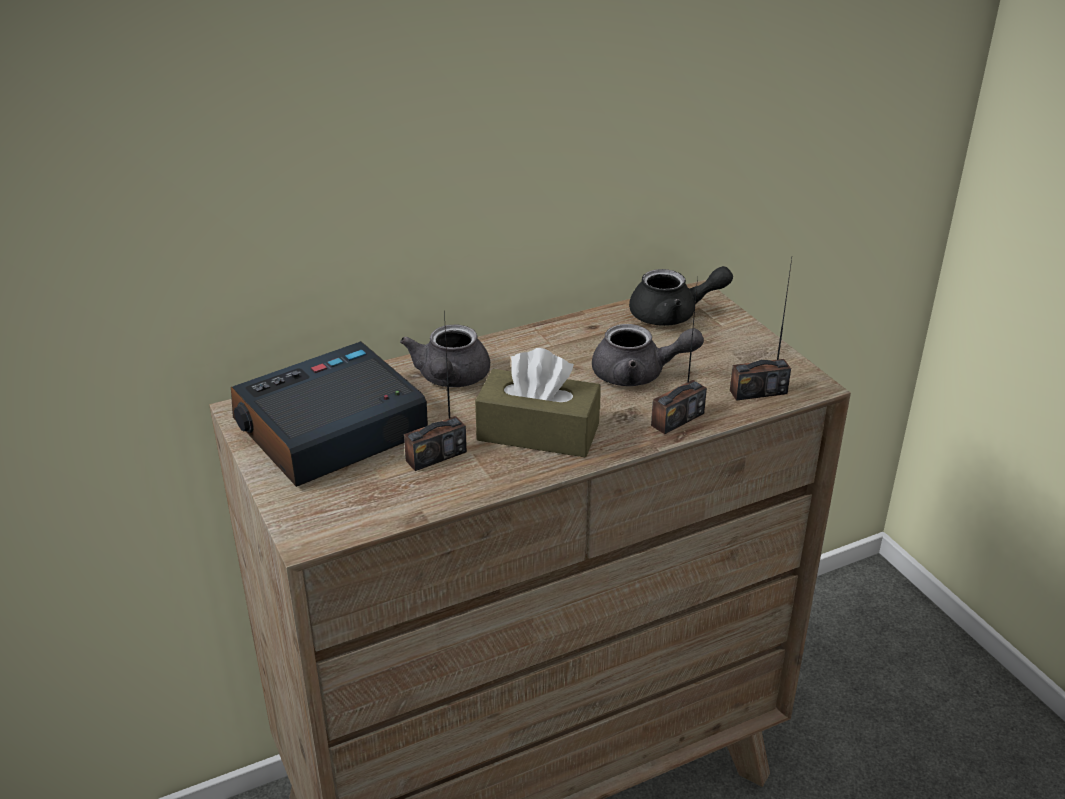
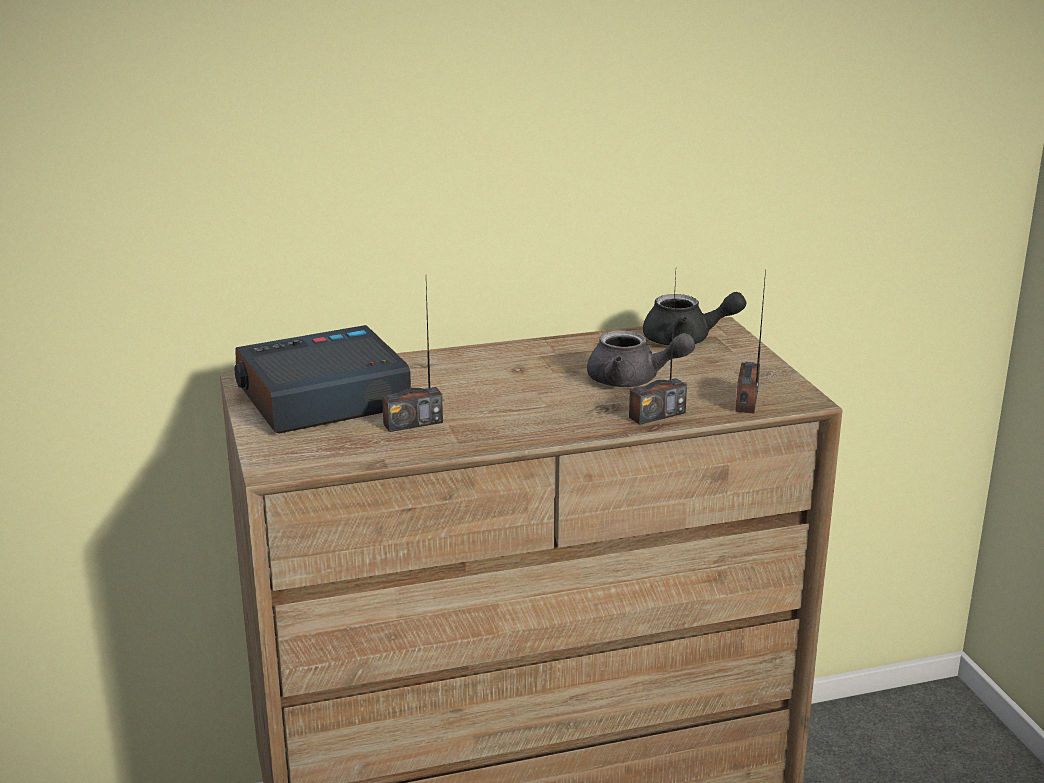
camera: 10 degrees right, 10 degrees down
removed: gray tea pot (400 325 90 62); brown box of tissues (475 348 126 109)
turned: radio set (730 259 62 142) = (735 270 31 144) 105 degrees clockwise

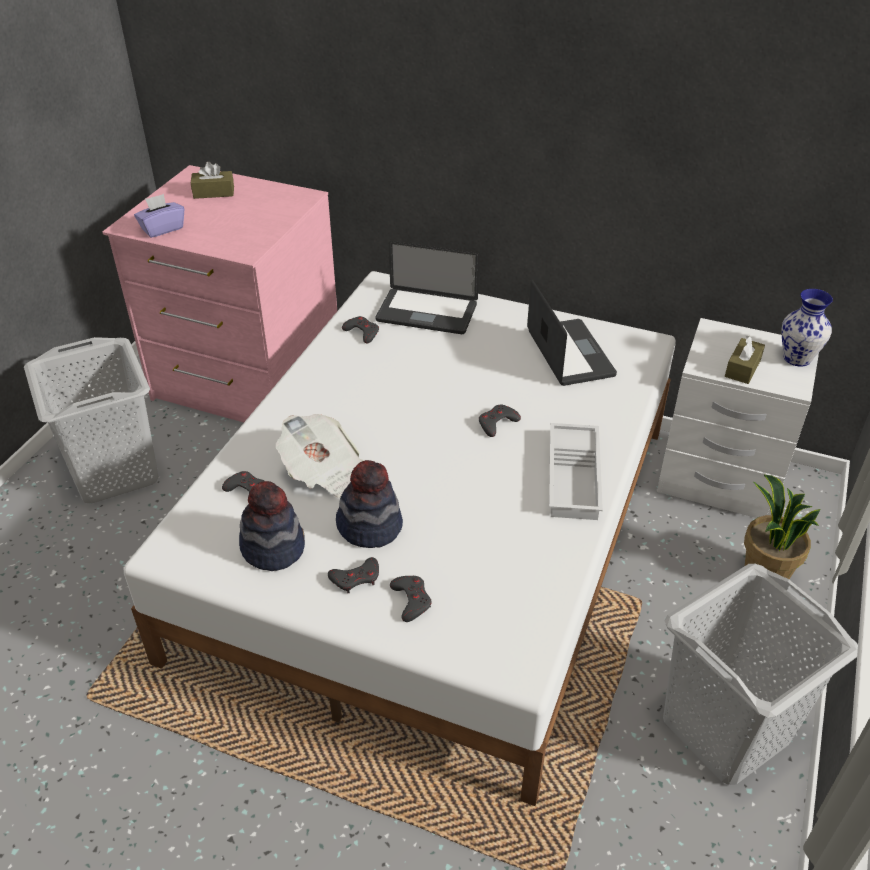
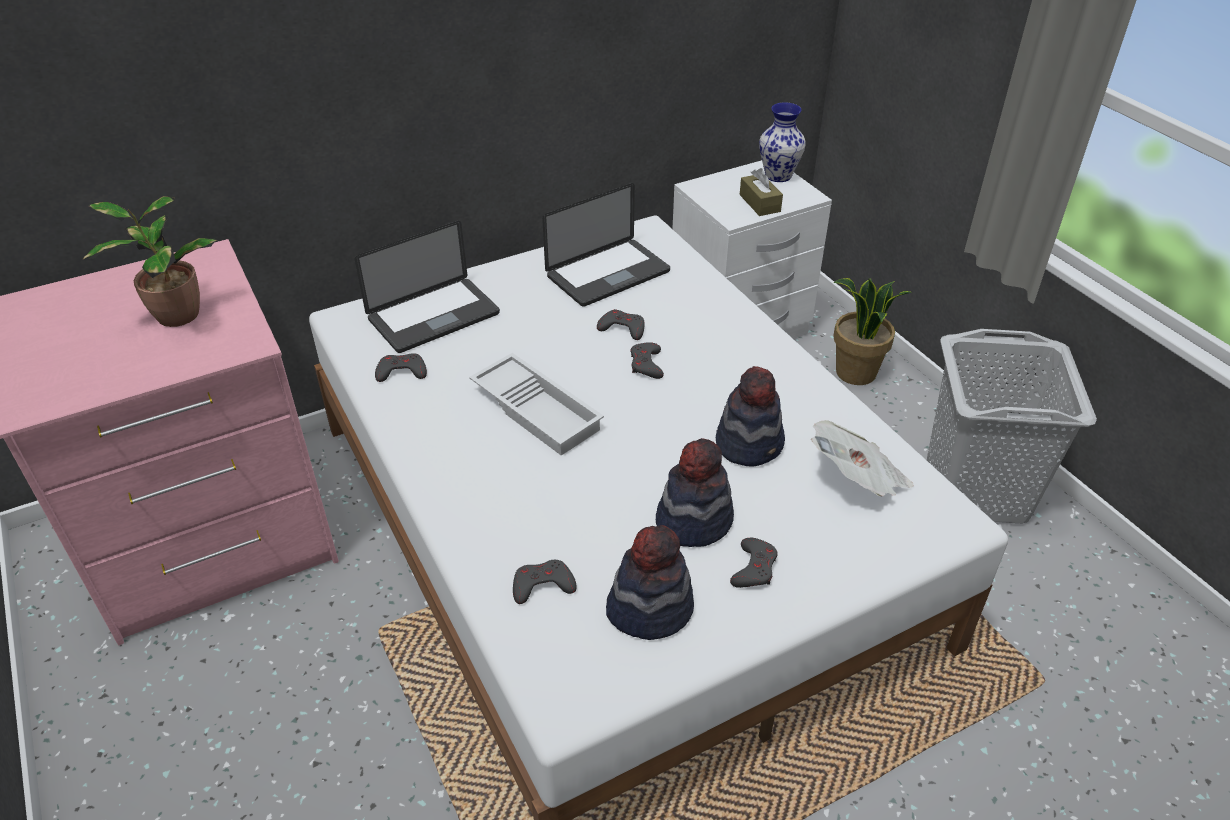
camera: 50 degrees left, 0 degrees up
removed: brown box of tissues (191 161 43 38); purple-coloured box of tissues (134 194 50 44); gray hamper (24 337 135 167)
added: plant in a pot (82 196 135 131); wearable hat (716 366 69 101)
moved: daily paper (276 414 88 84) to (811 420 103 77); whitish serving tray (549 423 54 97) to (469 353 135 103); gray game controller (390 576 41 46) to (597 309 48 31)
turned: portable computer (527 279 90 107) = (542 183 128 124) 120 degrees clockwise

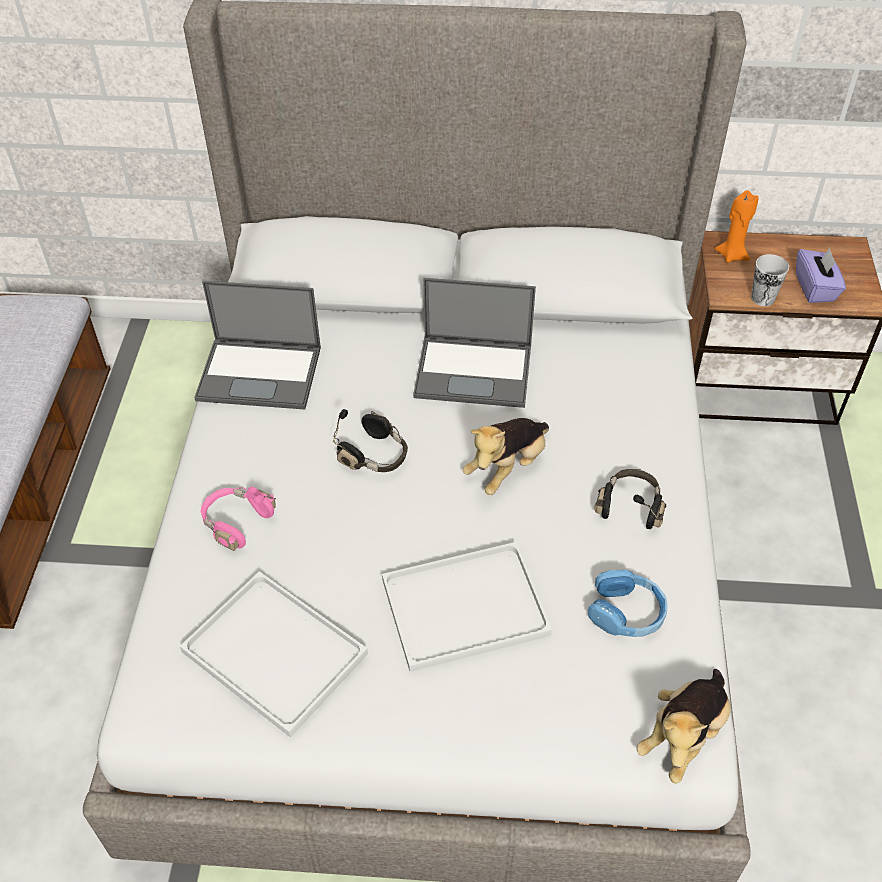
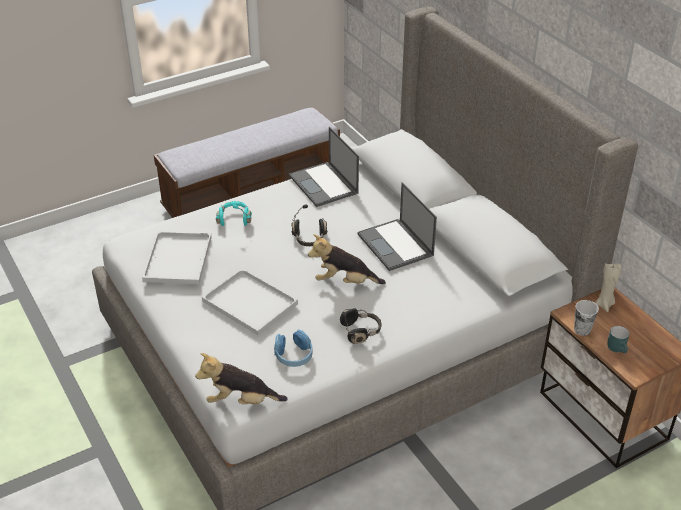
camera: 55 degrees right, 10 degrees down
replaced: purple-coloured box of tissues (796 248 50 55) to blue-green tea mug (607 326 22 27)
recoloured: orange-coloured wax light (715 190 44 73) to sand-coloured wax light (595 263 26 49); pink headset (200 487 76 64) to blue-green headset (216 201 36 25)

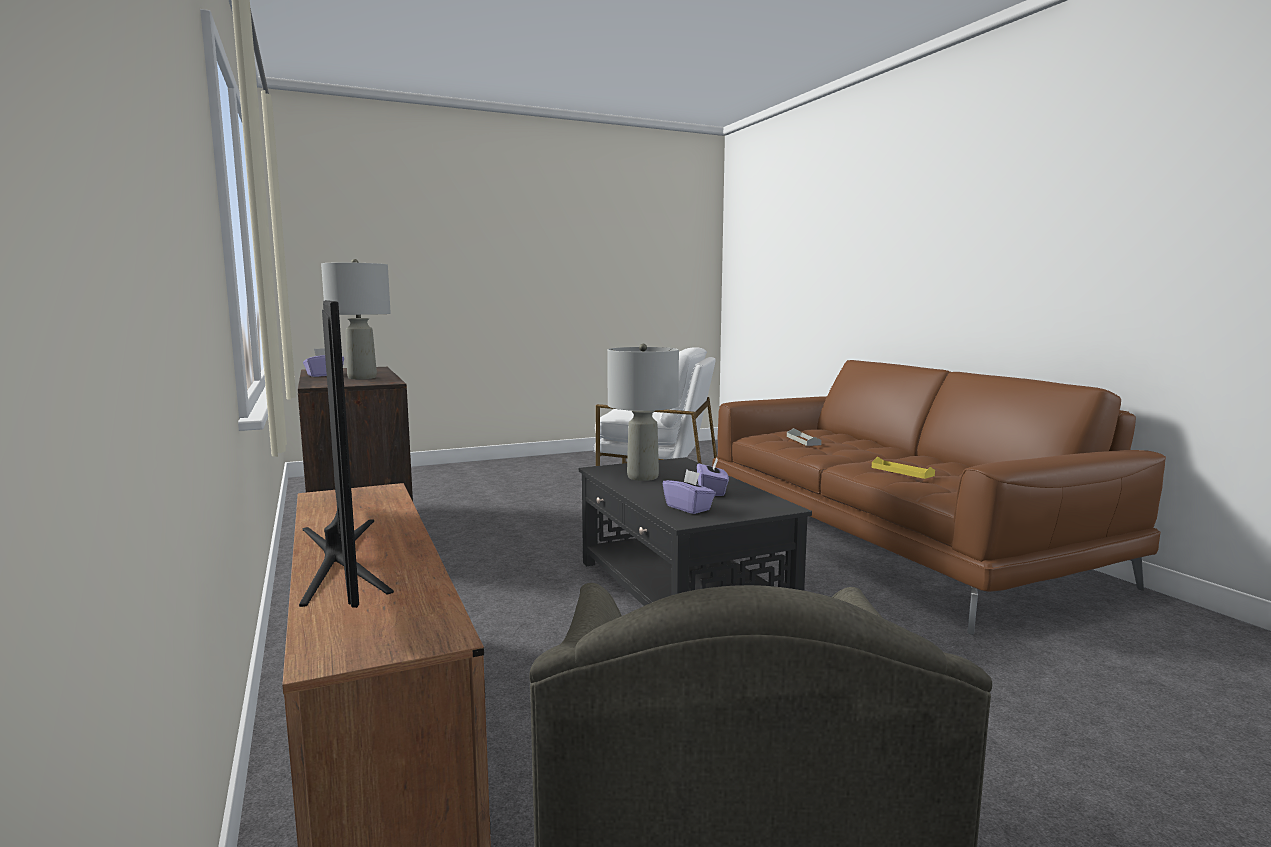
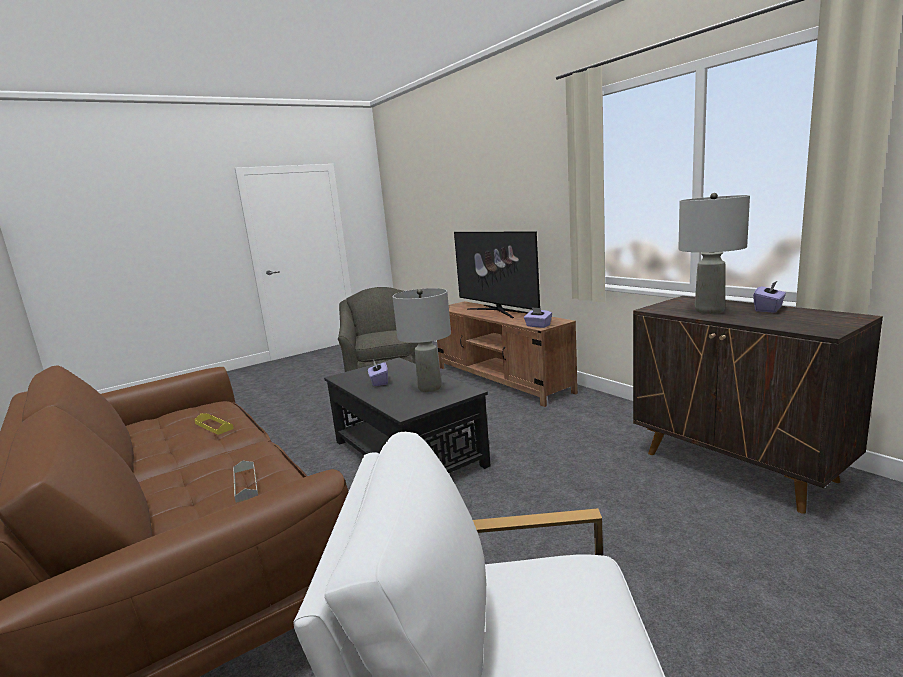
camera: 170 degrees right, 5 degrees up
moved: purple-coloured box of tissues (662 469 54 45) to (524 307 28 21)

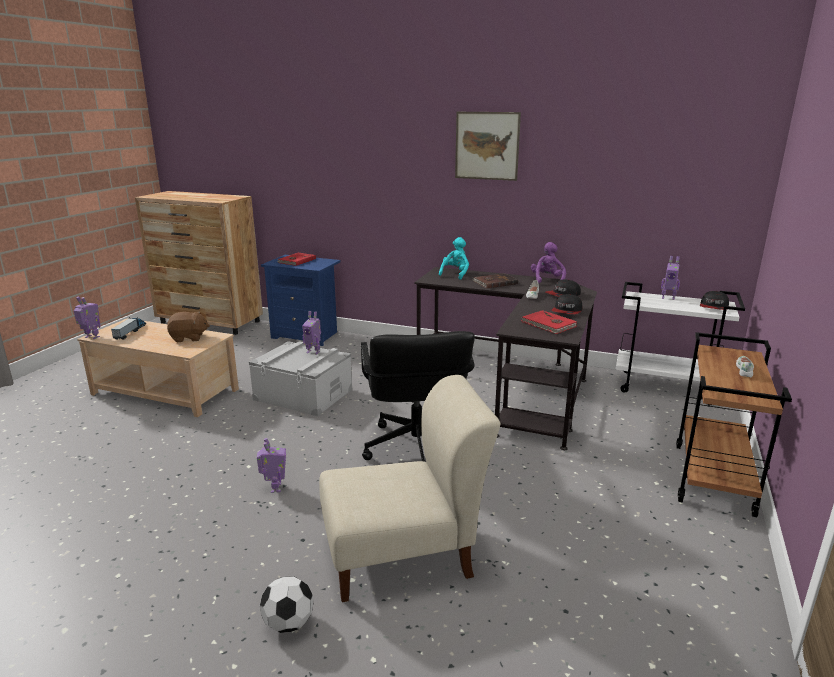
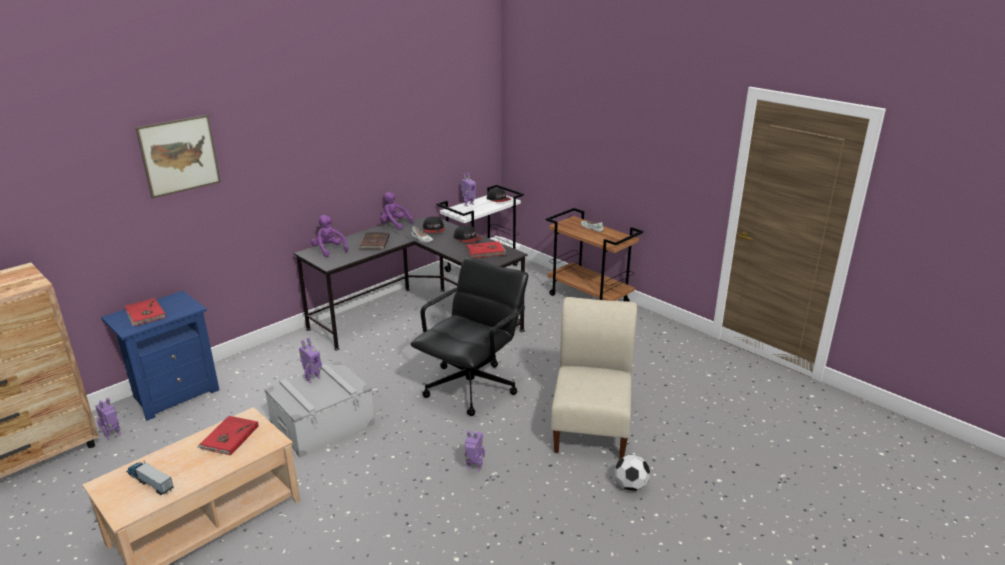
camera: 65 degrees left, 5 degrees up
moved: wall picture (455 112 66 69) to (135 115 86 84); robot figure (74 296 27 43) to (95 398 26 42)
replaced: brown cuddly toy (167 311 43 31) to reddish volume (198 416 61 40)
recoloured: blue-green cuddly toy (439 237 30 43) to purple-coloured cuddly toy (311 215 37 42)
turned: blackish desk chair (361 331 114 131) = (411 256 117 160) 75 degrees counterclockwise

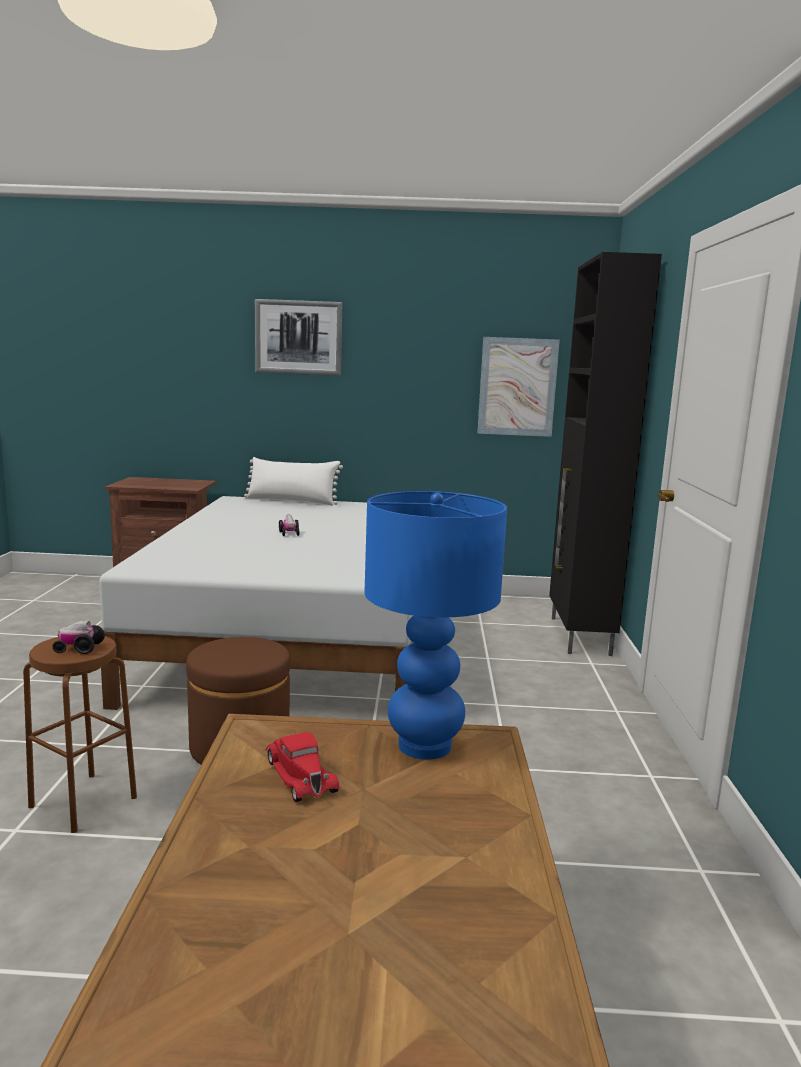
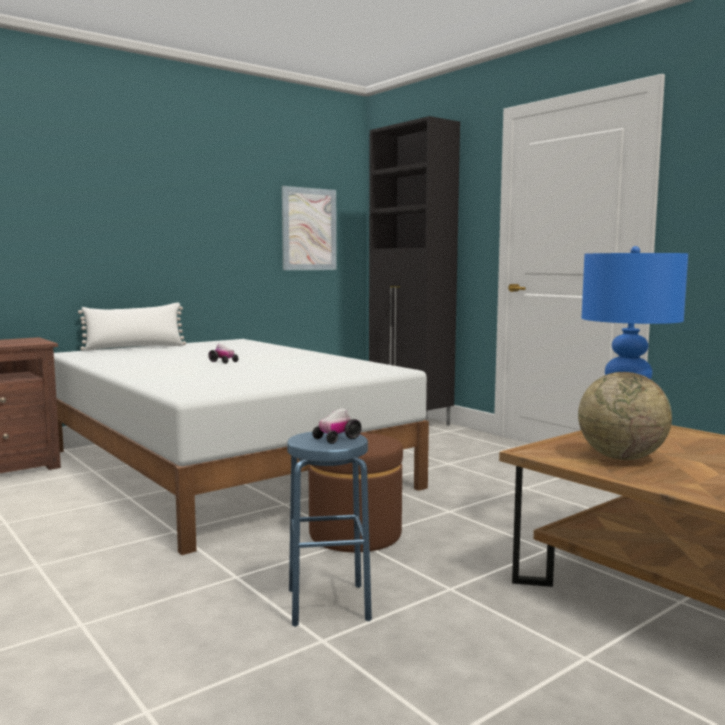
camera: 40 degrees left, 5 degrees down
removed: wall picture (255 299 87 77)
replaced: reddish miniature car (265 732 75 70) to world globe (578 372 94 88)
recoloured: brown sitting stool (23 636 114 197) to blue sitting stool (287 432 85 195)

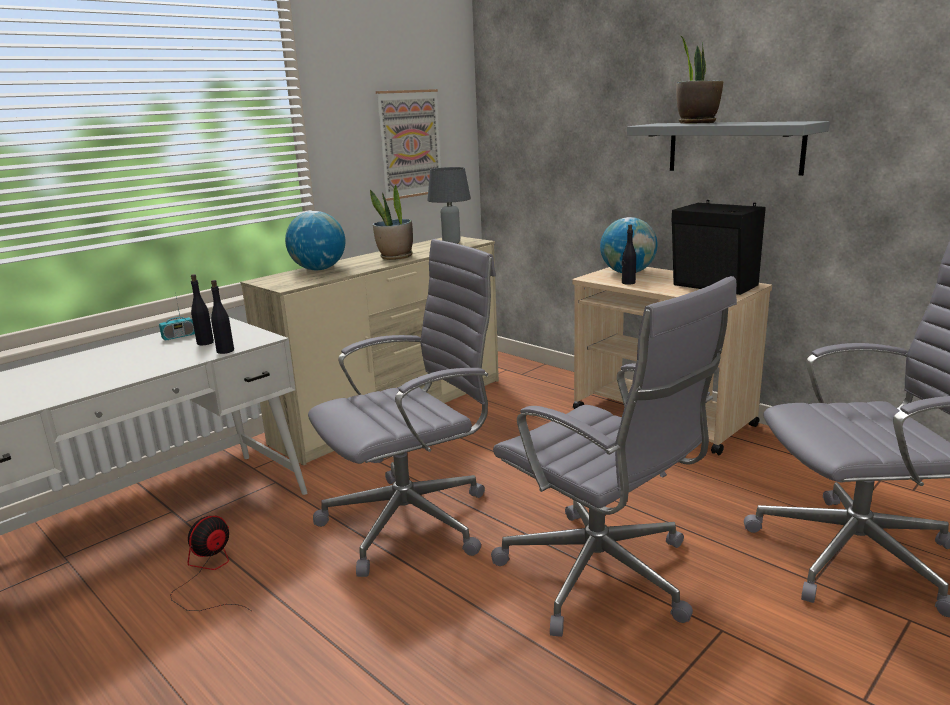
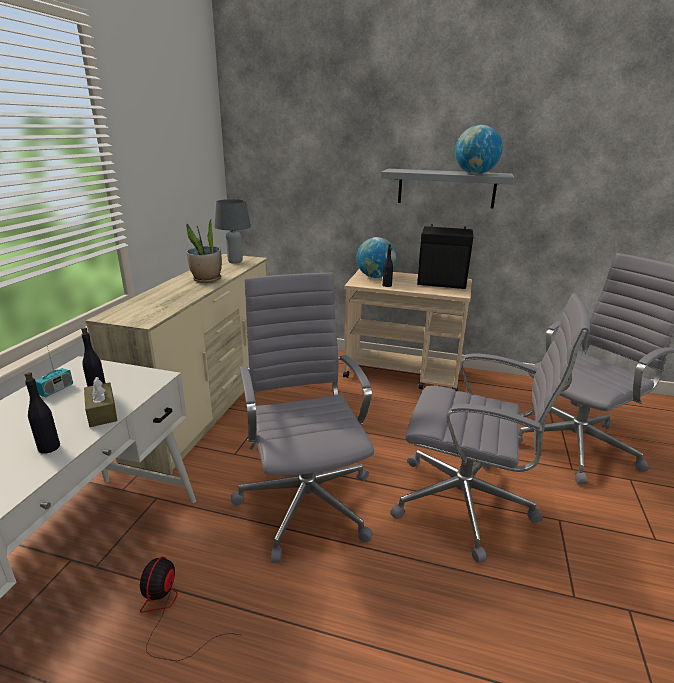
camera: 30 degrees left, 5 degrees up
removed: plant in a pot (676 36 47 88); wall picture (376 89 65 112)
added: brown box of tissues (84 377 33 50)
moved: world globe (285 211 61 59) to (455 125 48 49); blackish drink bottle (211 280 23 74) to (25 372 35 82)
turned: gray desk chair (308 239 188 338) = (231 272 143 291) 45 degrees counterclockwise

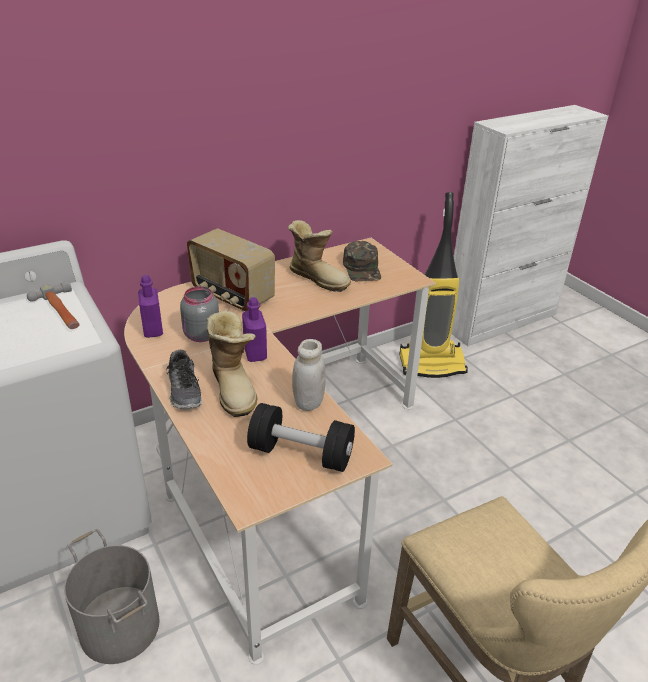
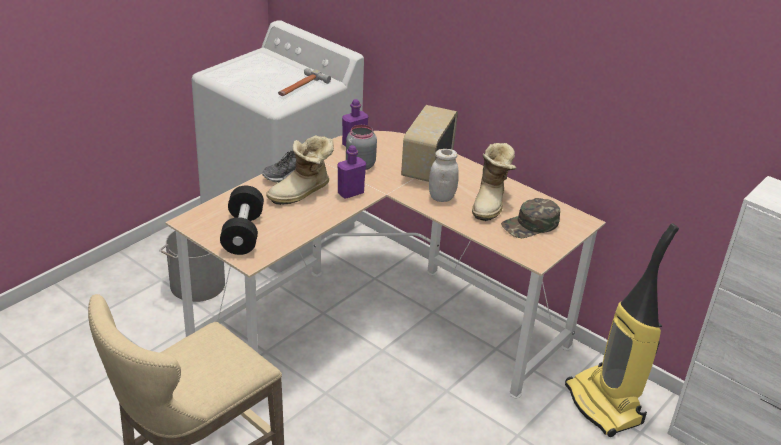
camera: 70 degrees right, 0 degrees up
moved: whitish preserve jar (292 339 34 72) to (429 149 30 53)

